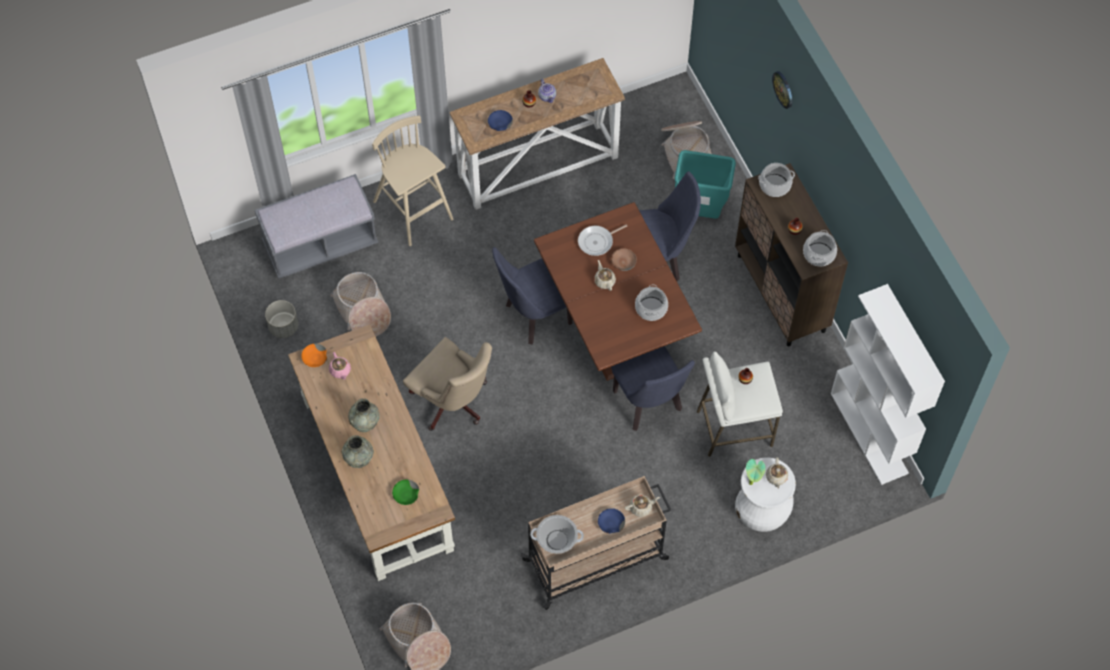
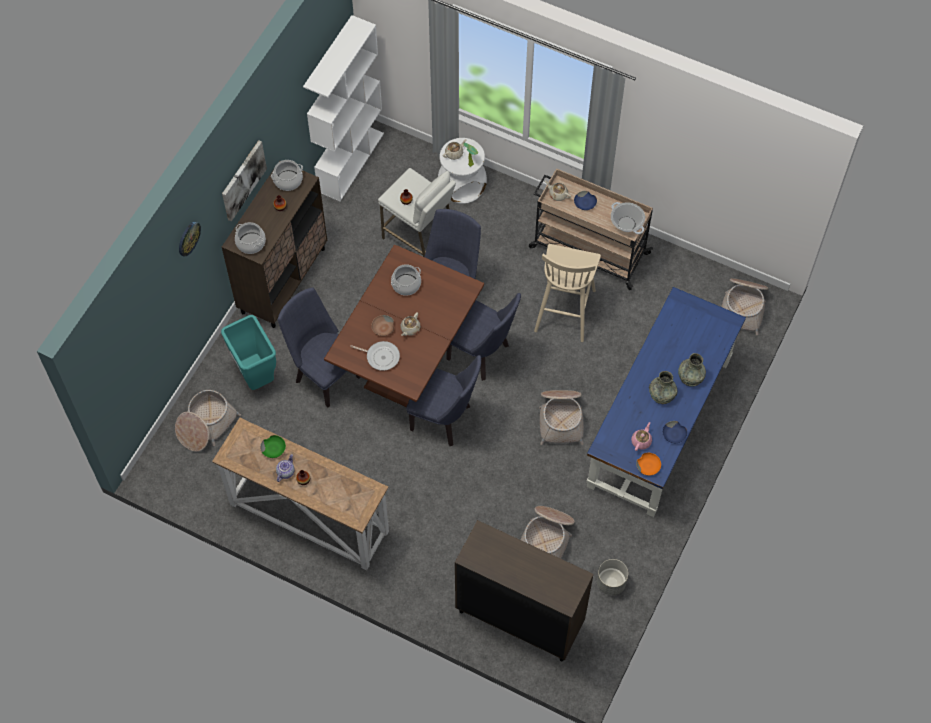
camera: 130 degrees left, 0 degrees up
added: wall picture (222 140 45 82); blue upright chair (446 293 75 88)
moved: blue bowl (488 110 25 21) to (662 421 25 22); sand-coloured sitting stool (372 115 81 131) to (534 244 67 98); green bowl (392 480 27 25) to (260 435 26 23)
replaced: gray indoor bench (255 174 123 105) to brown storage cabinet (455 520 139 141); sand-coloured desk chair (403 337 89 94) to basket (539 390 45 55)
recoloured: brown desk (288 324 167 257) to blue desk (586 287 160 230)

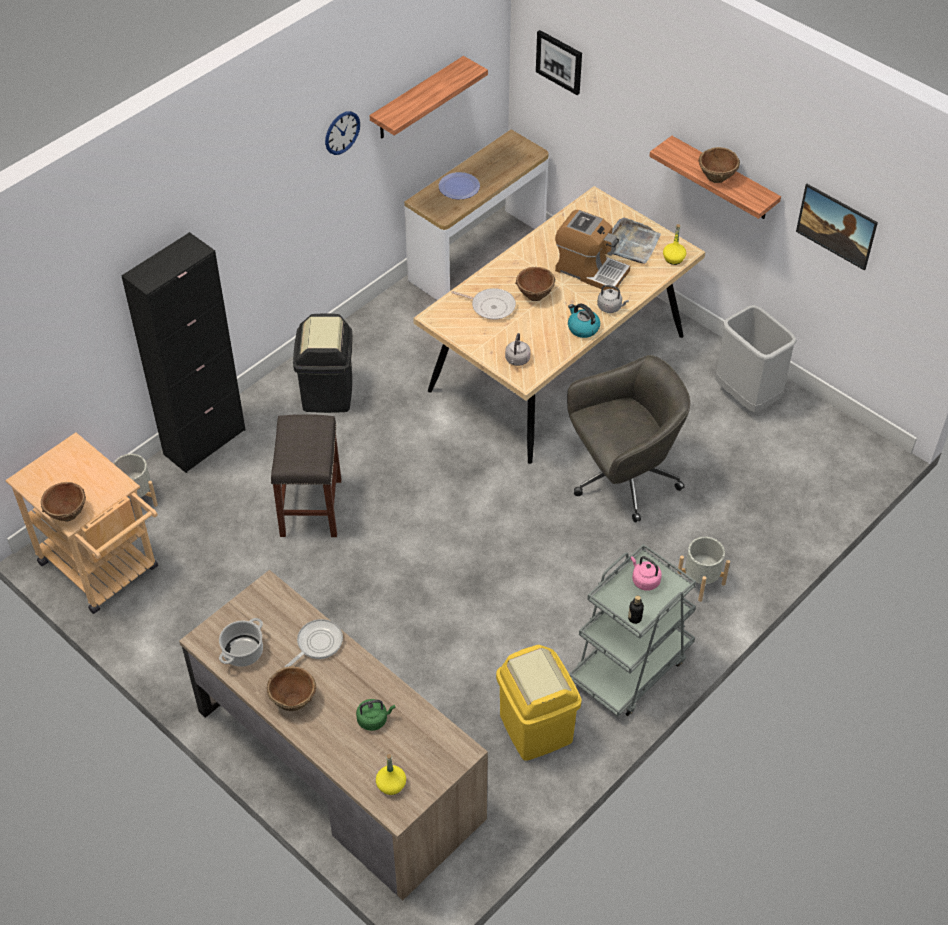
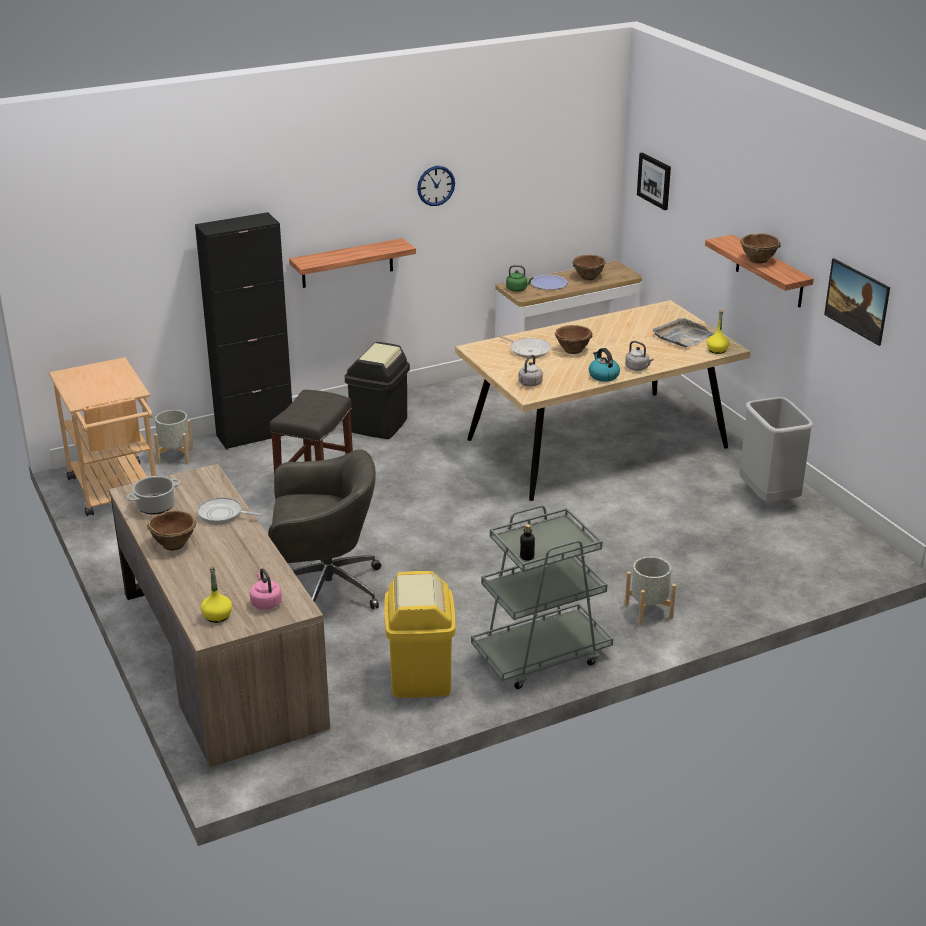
camera: 20 degrees right, 20 degrees down
removed: coffee machine (555 210 75 80)
moved: wall shelf (369 56 119 83) to (289 238 127 50); gray desk chair (567 355 123 168) to (268 449 113 160); brown bowl (41 482 45 40) to (572 255 34 25); pink tea kettle (631 556 31 35) to (250 568 32 42); green tea kettle (356 699 40 32) to (506 265 27 27)
turned: pan (285 619 58 48) = (197 497 66 27) 135 degrees counterclockwise

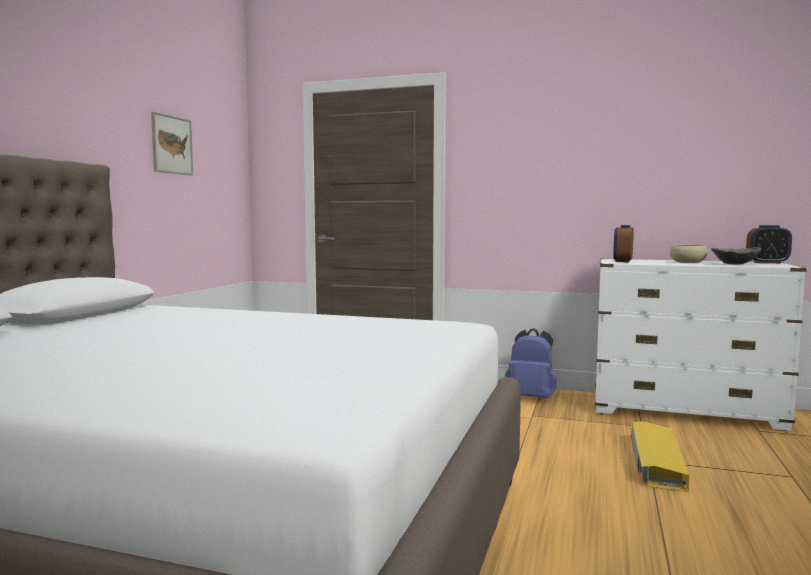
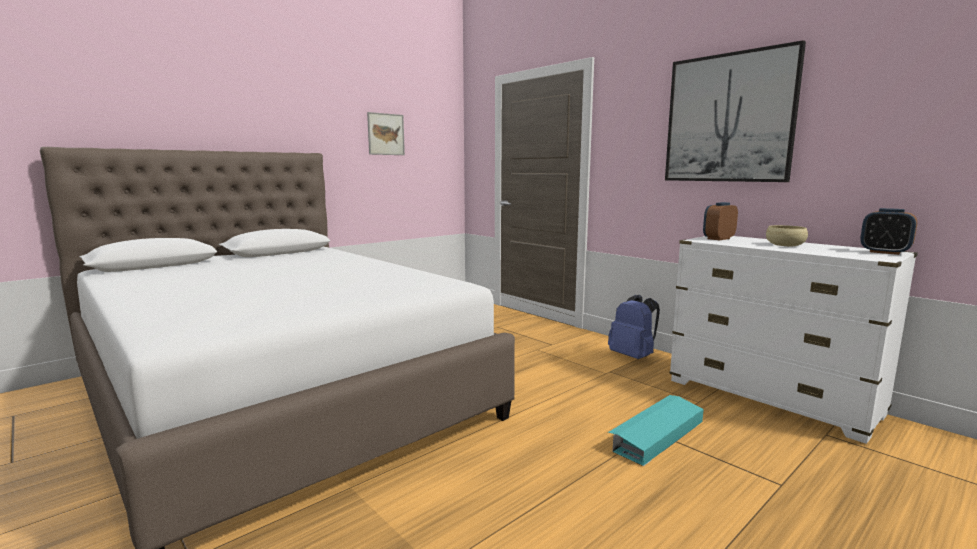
camera: 30 degrees right, 5 degrees up
removed: gray bowl (711 247 50 17)
added: wall picture (665 40 141 142)
recoloured: yellow storage container (631 421 58 71) to blue-green storage container (608 395 96 71)

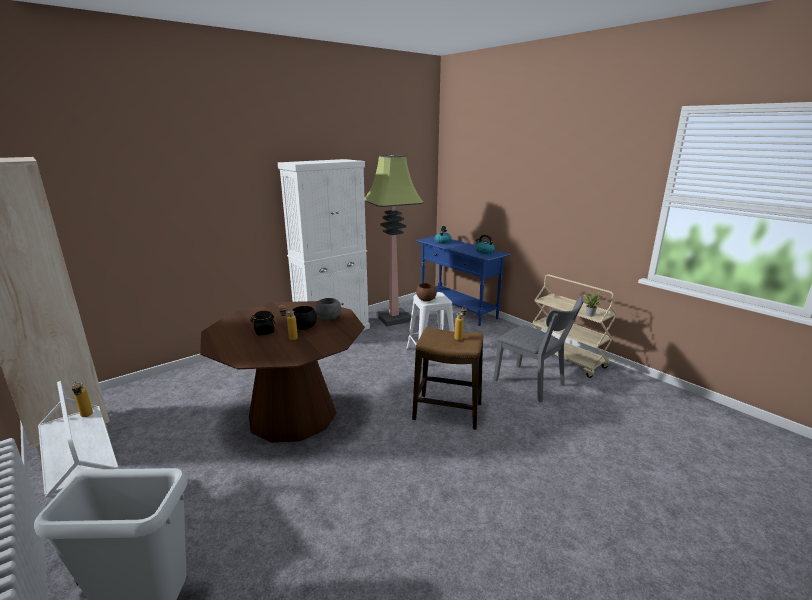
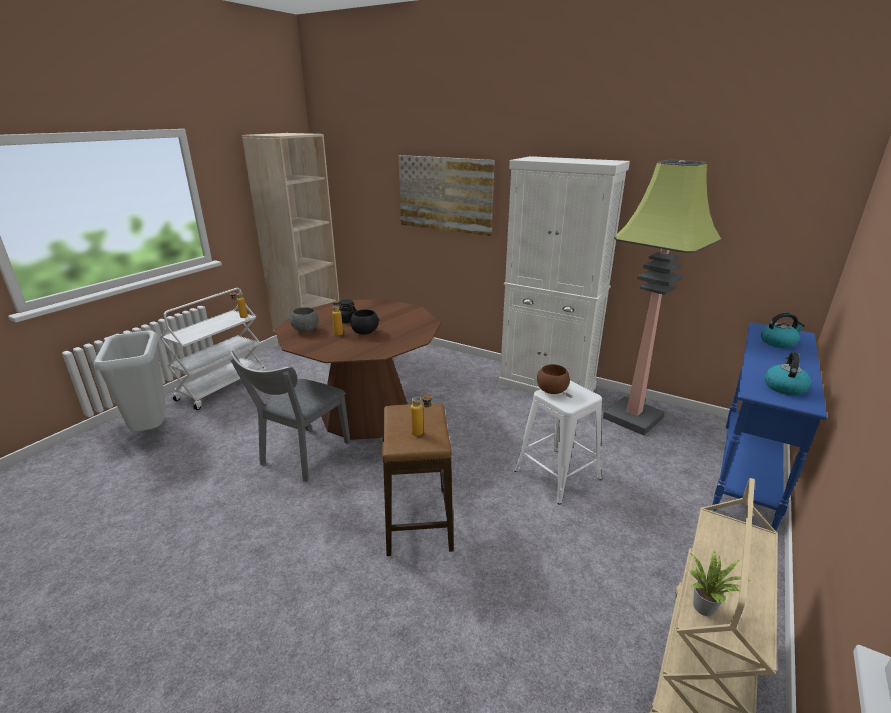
camera: 70 degrees right, 5 degrees up
added: wall picture (399 155 96 81)
moved: gray upright chair (493 295 91 107) to (230 351 121 131); gray bowl (315 298 26 22) to (290 307 29 25)

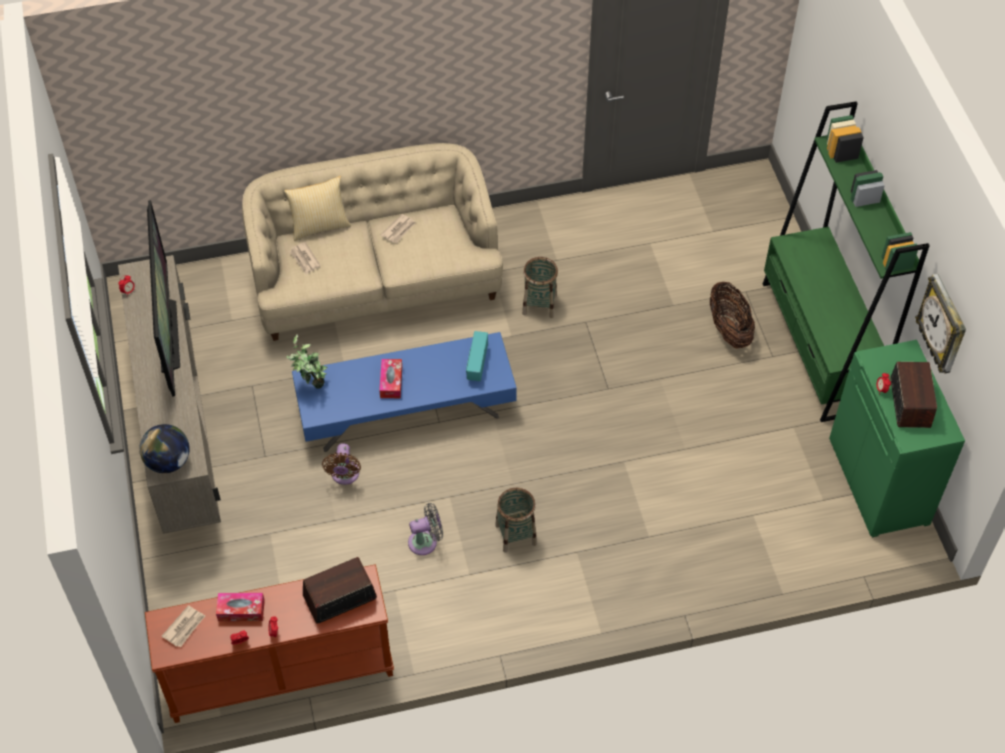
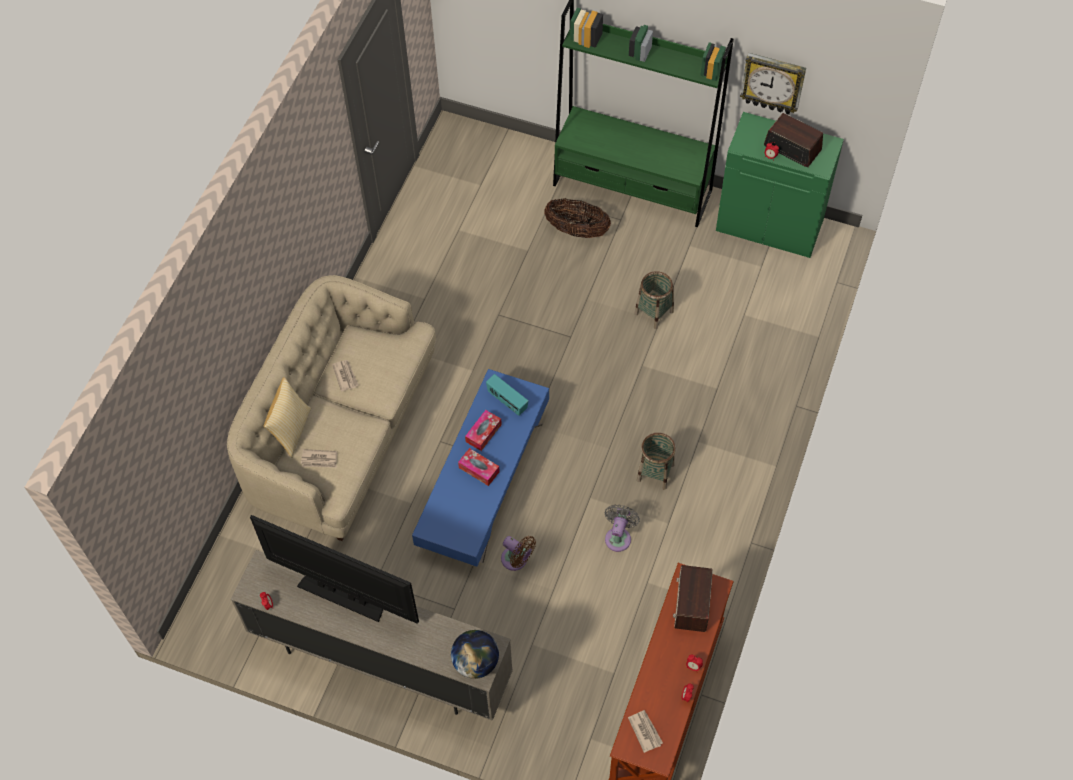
camera: 55 degrees left, 5 degrees up
removed: plant in a pot (286 334 42 55)
moved: basket (522 257 36 61) to (634 271 40 58); box of tissues (216 593 49 28) to (465 410 37 41)

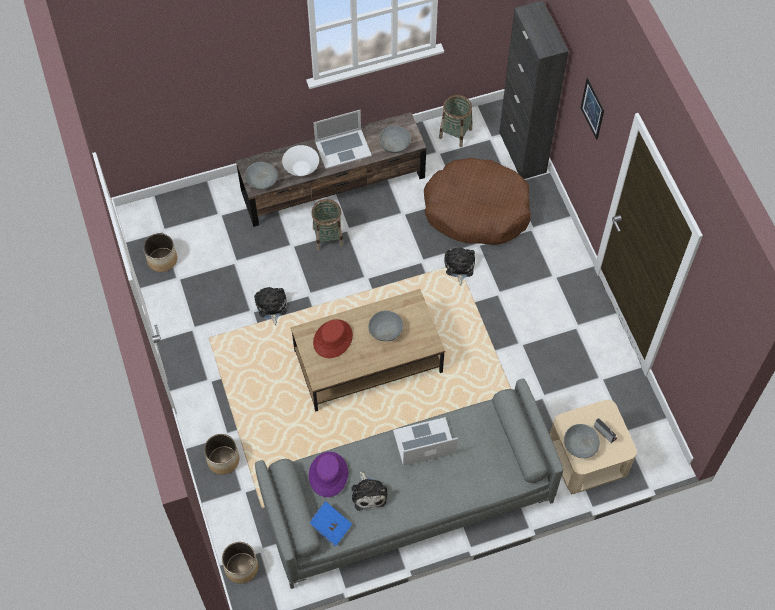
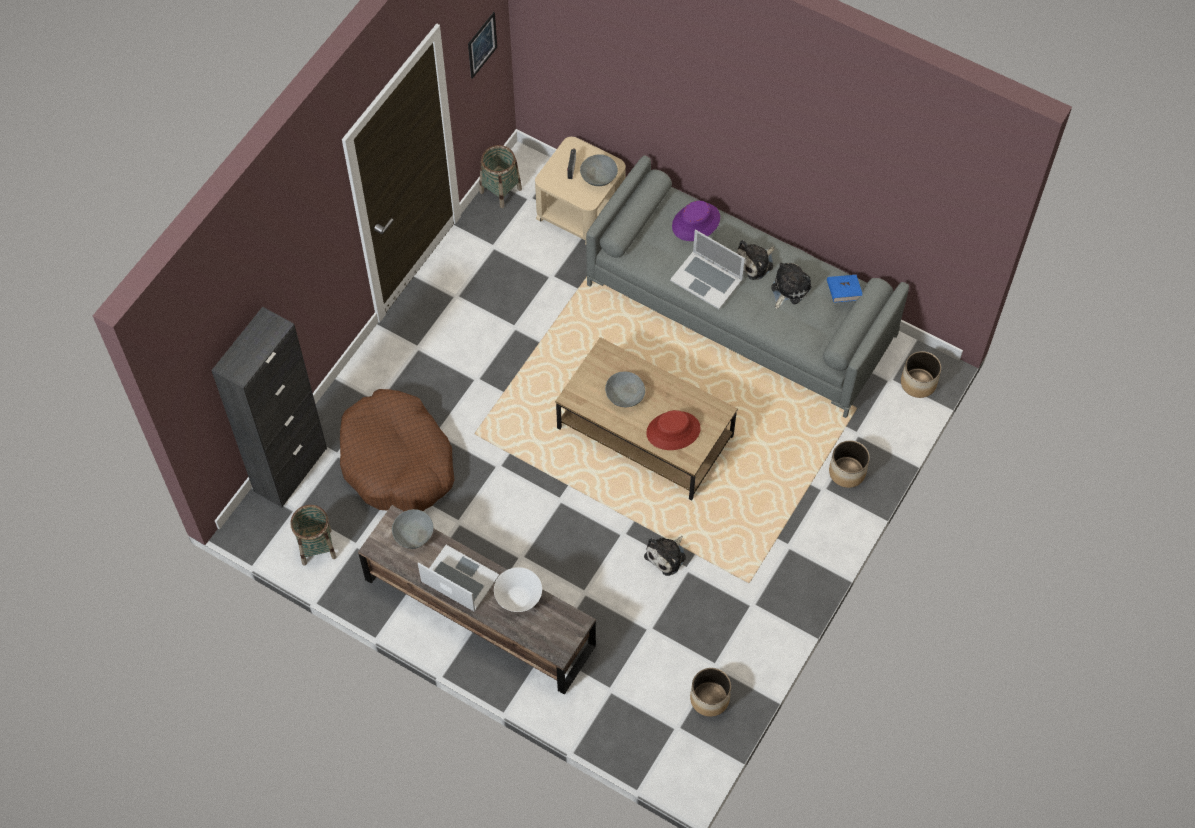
camera: 130 degrees left, 0 degrees up
removed: gray bowl (245 162 33 28)
moved: wall picture (581 78 23 62) to (468 12 29 67); basket (311 199 33 51) to (479 145 43 63); cuddly toy (444 247 31 39) to (737 240 38 40); purple-coloured wearable hat (309 452 39 45) to (672 201 48 40)

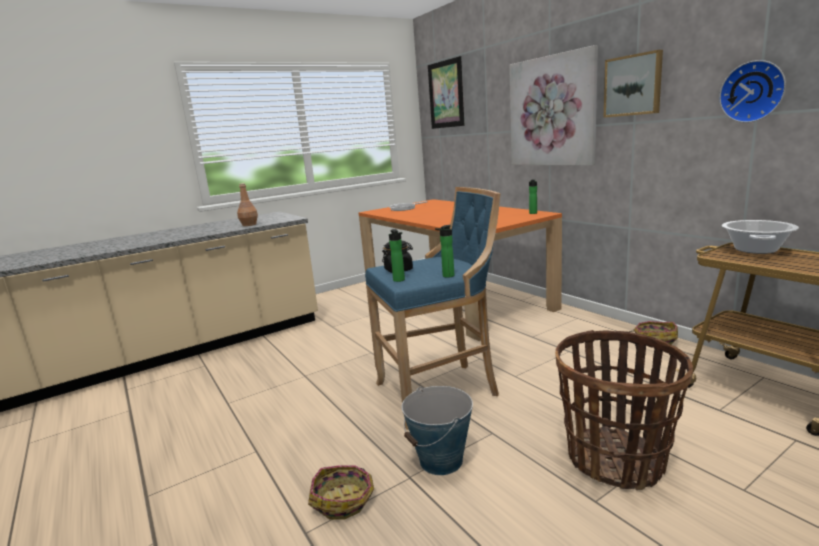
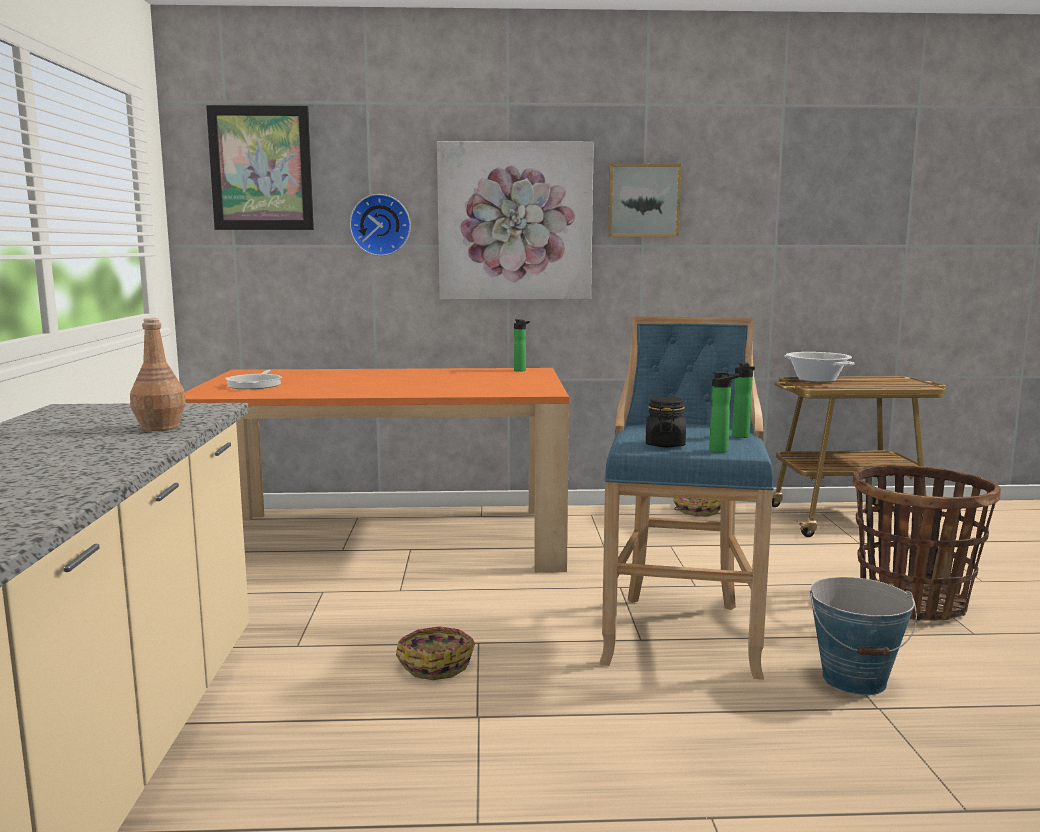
camera: 60 degrees left, 5 degrees down
moved: hanging clock (719 60 67 63) to (349 194 62 62); basket (308 465 66 55) to (396 626 79 54)

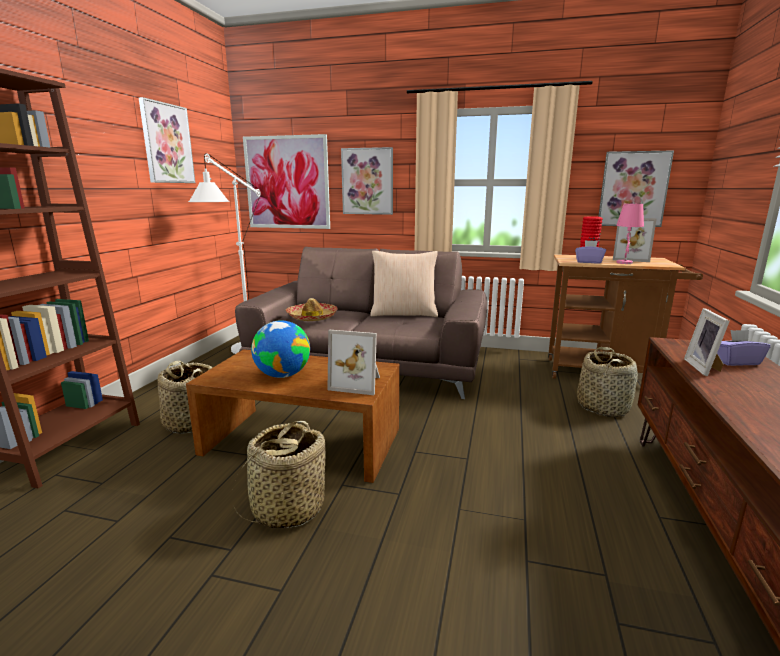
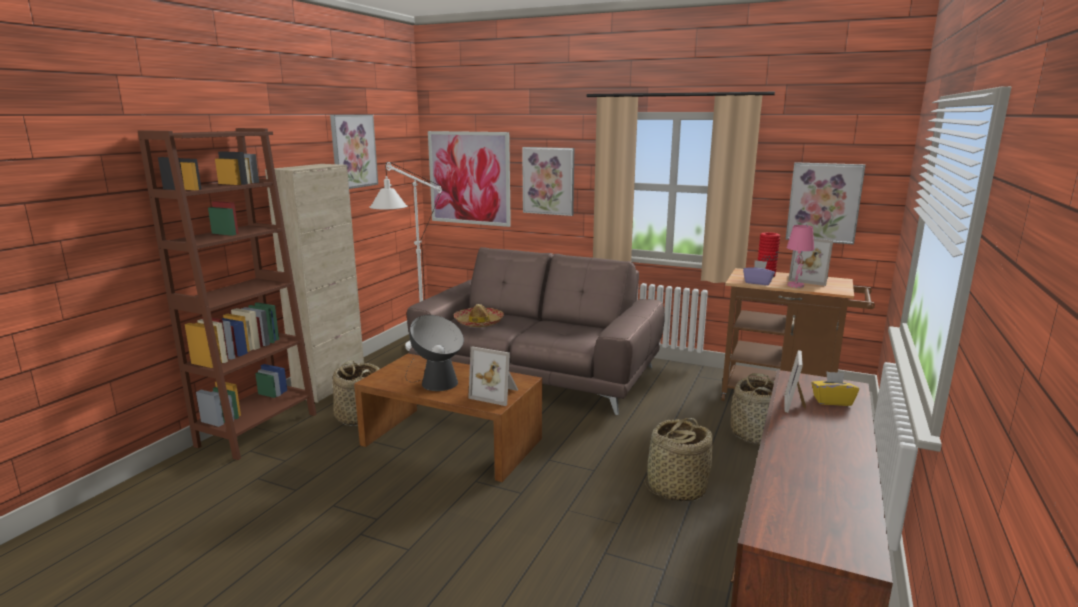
camera: 10 degrees right, 0 degrees up
removed: sand-coloured throw pillow (370 251 68 66)
added: sand-coloured storage cabinet (265 164 99 239)
moved: basket (235 421 90 107) to (644 418 69 83)
replaced: world globe (251 321 59 57) to lamp for a table (406 315 58 76)
recoloured: purple-coloured box of tissues (717 330 53 36) to yellow box of tissues (812 371 47 35)

